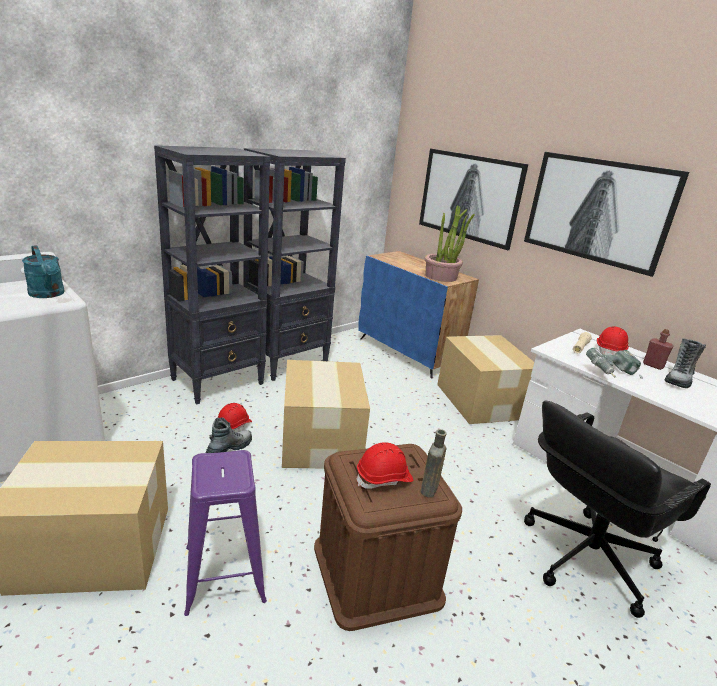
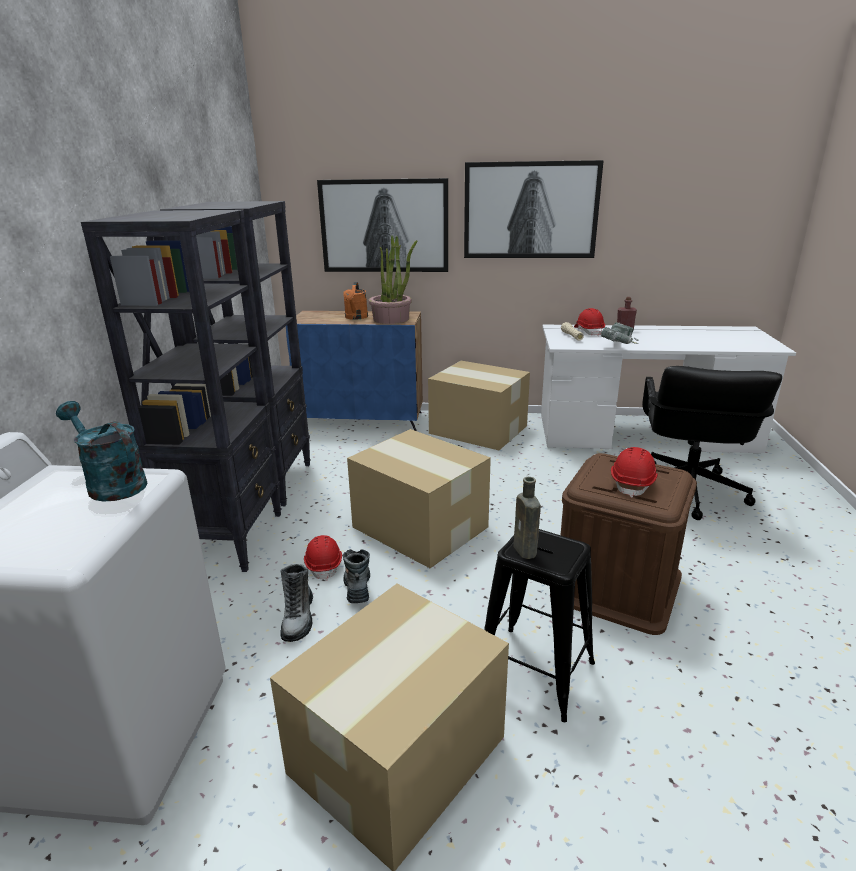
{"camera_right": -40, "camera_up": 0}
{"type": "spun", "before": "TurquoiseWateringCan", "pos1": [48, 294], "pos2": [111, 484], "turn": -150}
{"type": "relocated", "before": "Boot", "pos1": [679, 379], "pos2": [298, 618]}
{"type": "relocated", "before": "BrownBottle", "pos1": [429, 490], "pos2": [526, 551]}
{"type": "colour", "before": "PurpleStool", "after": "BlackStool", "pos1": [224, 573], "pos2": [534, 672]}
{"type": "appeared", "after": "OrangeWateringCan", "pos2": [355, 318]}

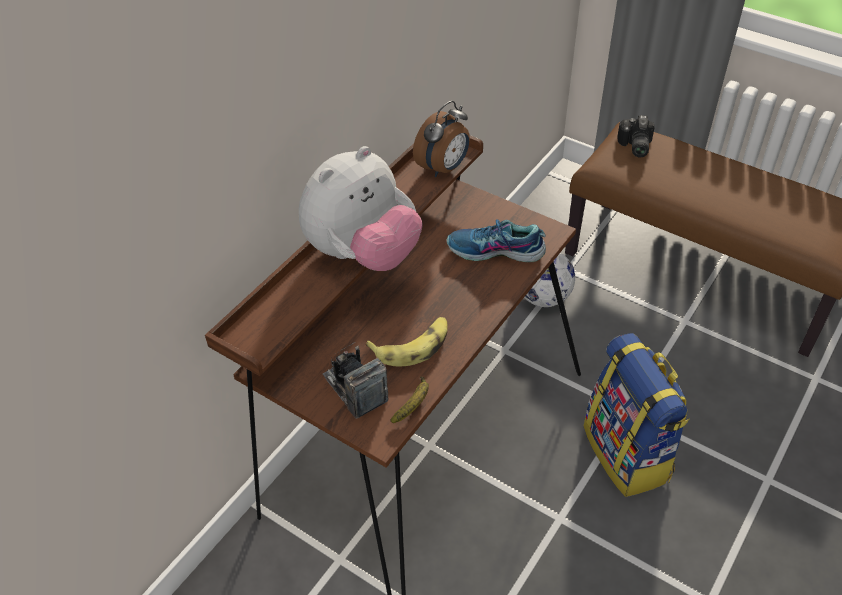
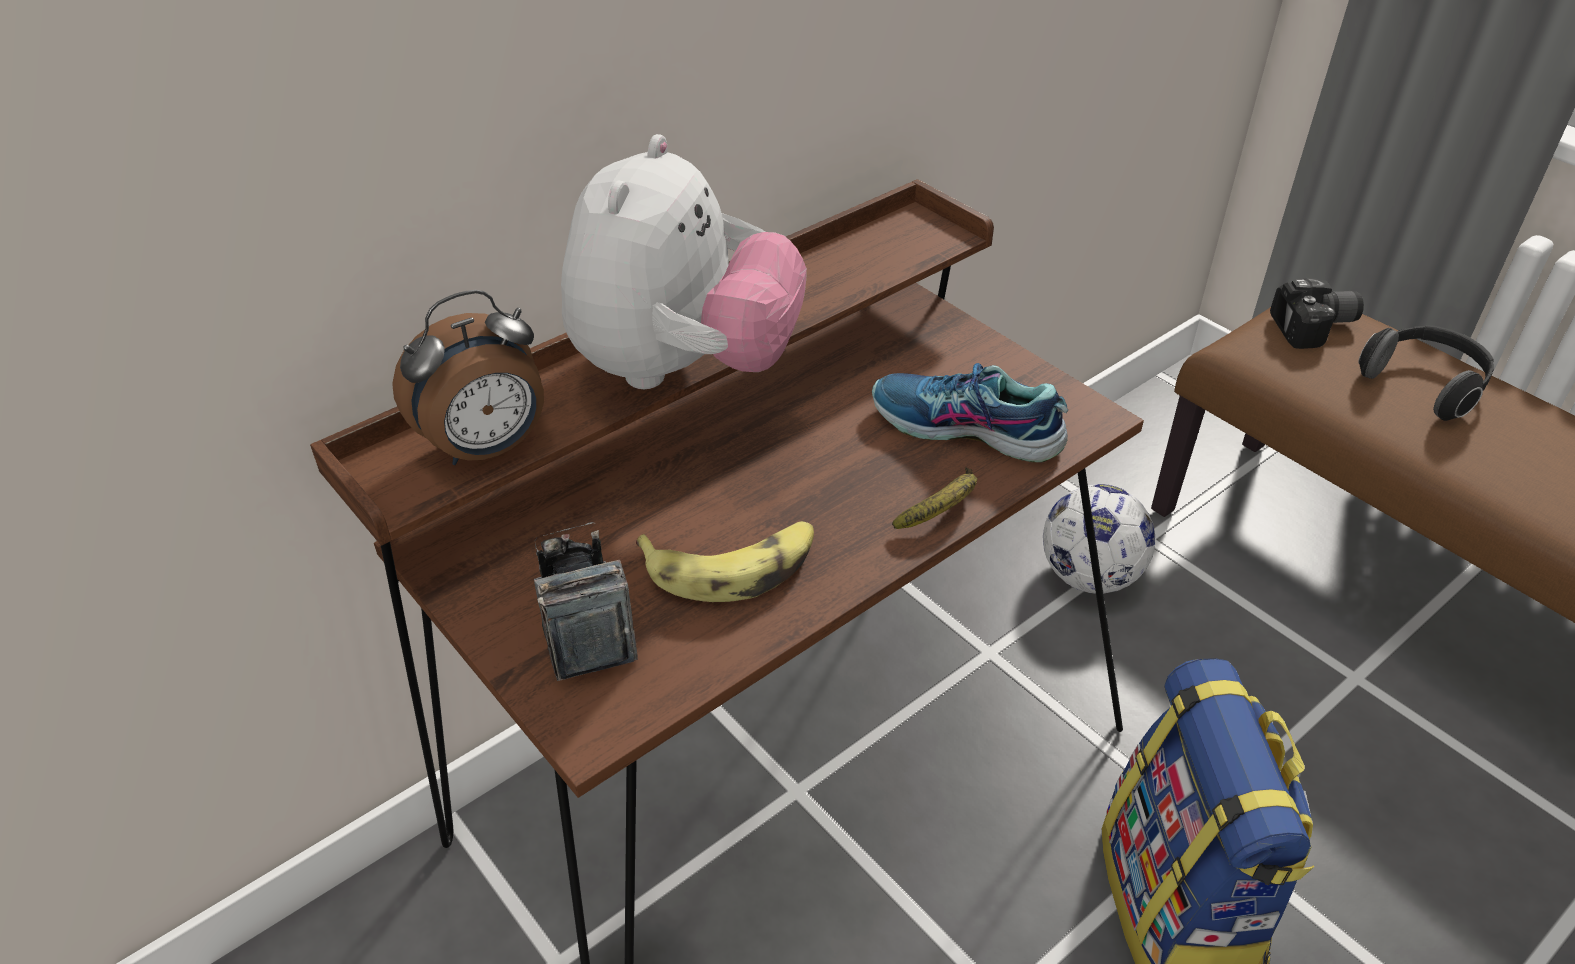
{"camera_right": 15, "camera_up": -5}
{"type": "relocated", "before": "AlarmClock", "pos1": [444, 168], "pos2": [487, 449]}
{"type": "spun", "before": "PhotoCamera", "pos1": [634, 146], "pos2": [1316, 329], "turn": -120}
{"type": "spun", "before": "PlushToy", "pos1": [363, 254], "pos2": [685, 369], "turn": -45}
{"type": "relocated", "before": "Banana", "pos1": [413, 404], "pos2": [942, 510]}
{"type": "appeared", "after": "Headphones", "pos2": [1424, 385]}

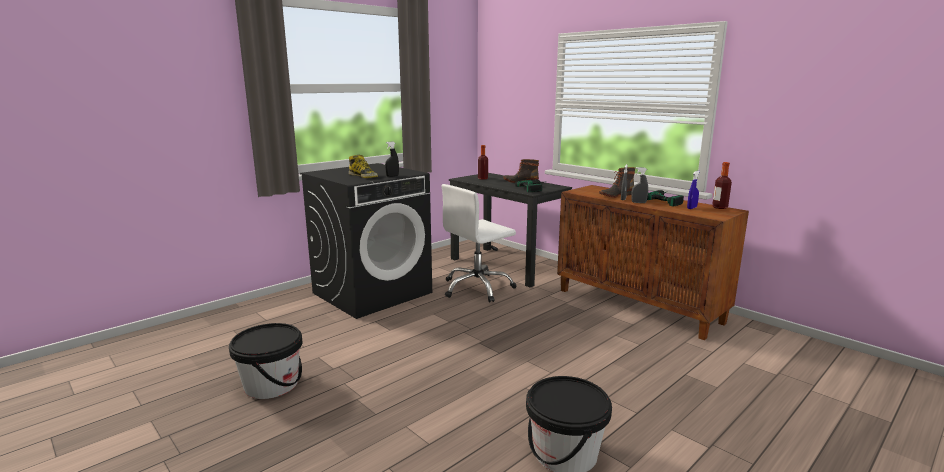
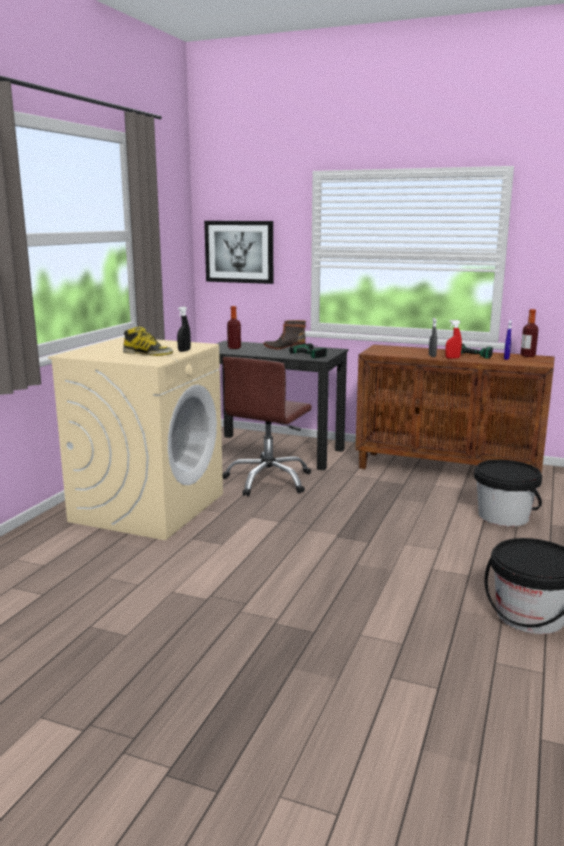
{"camera_right": -25, "camera_up": 0}
{"type": "colour", "before": "BlackWashingMachine", "after": "BeigeWashingMachine", "pos1": [372, 292], "pos2": [148, 507]}
{"type": "missing", "before": "Boot", "pos1": [615, 195]}
{"type": "colour", "before": "GreySprayBottle", "after": "RedSprayBottle", "pos1": [638, 202], "pos2": [452, 358]}
{"type": "colour", "before": "WhiteOfficeChair", "after": "BrownOfficeChair", "pos1": [477, 288], "pos2": [268, 480]}
{"type": "relocated", "before": "BlackBucket", "pos1": [271, 384], "pos2": [503, 516]}
{"type": "appeared", "after": "Picture", "pos2": [239, 251]}

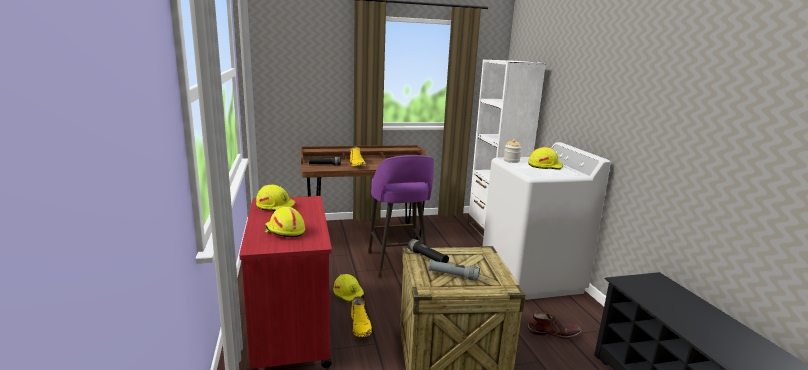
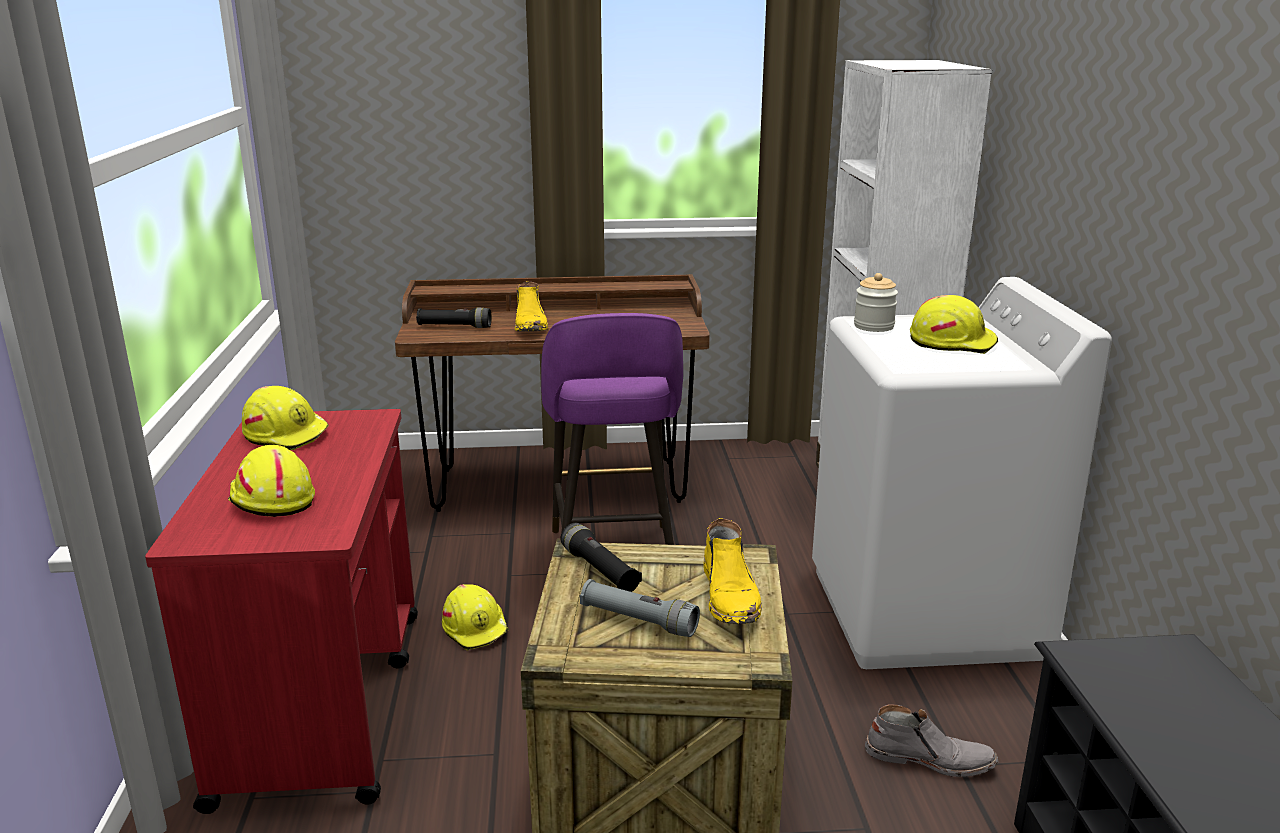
{"camera_right": 10, "camera_up": 5}
{"type": "relocated", "before": "YellowBoot", "pos1": [361, 326], "pos2": [731, 596]}
{"type": "colour", "before": "BrownBoot", "after": "GreyBoot", "pos1": [553, 333], "pos2": [929, 758]}

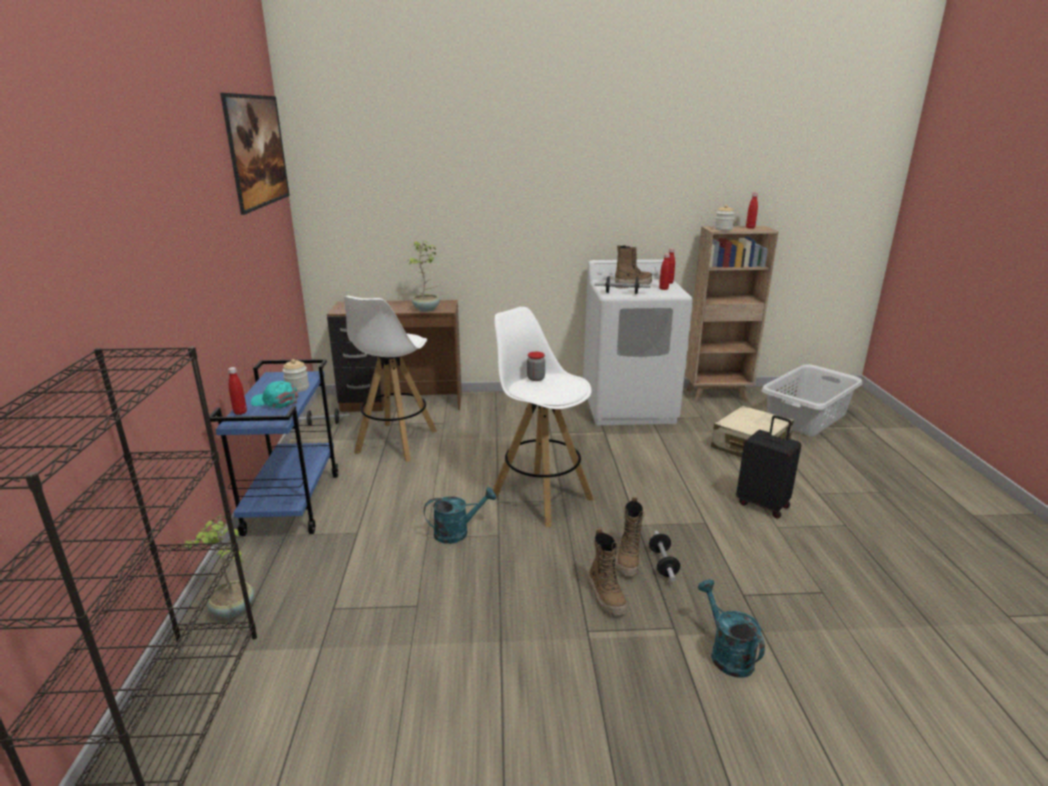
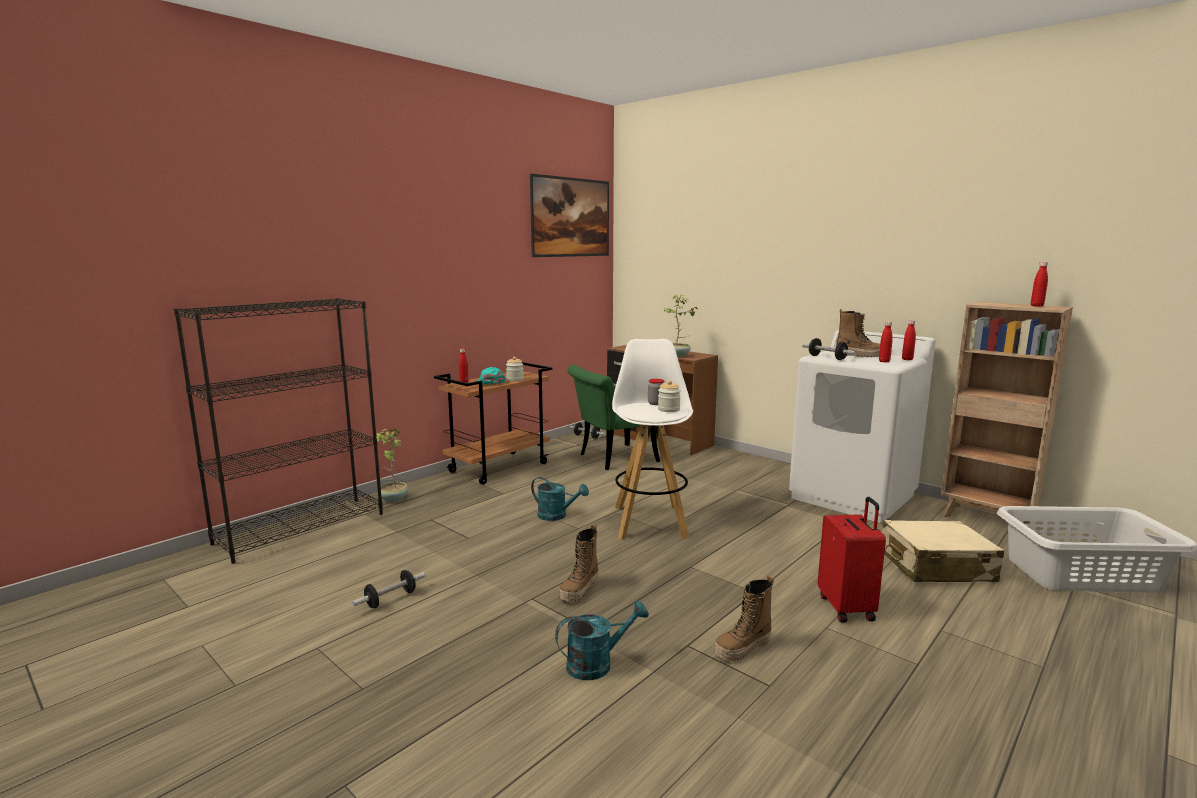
{"camera_right": 45, "camera_up": -10}
{"type": "relocated", "before": "Jar", "pos1": [723, 229], "pos2": [668, 409]}
{"type": "exchanged", "before": "WhiteStool", "after": "GreenChair", "pos1": [396, 442], "pos2": [612, 458]}
{"type": "colour", "before": "BlueCart", "after": "BrownCart", "pos1": [292, 503], "pos2": [499, 467]}
{"type": "colour", "before": "BlackSuitcase", "after": "RedSuitcase", "pos1": [763, 504], "pos2": [847, 608]}
{"type": "relocated", "before": "Boot", "pos1": [628, 561], "pos2": [743, 648]}
{"type": "relocated", "before": "Dumbbell", "pos1": [663, 563], "pos2": [390, 599]}
{"type": "spun", "before": "TurquoiseWateringCan", "pos1": [726, 653], "pos2": [597, 664], "turn": 45}

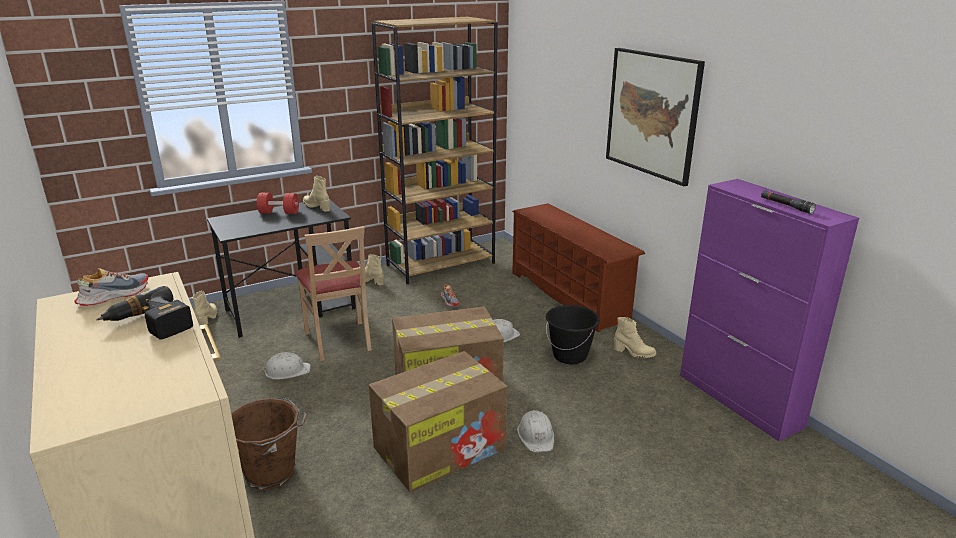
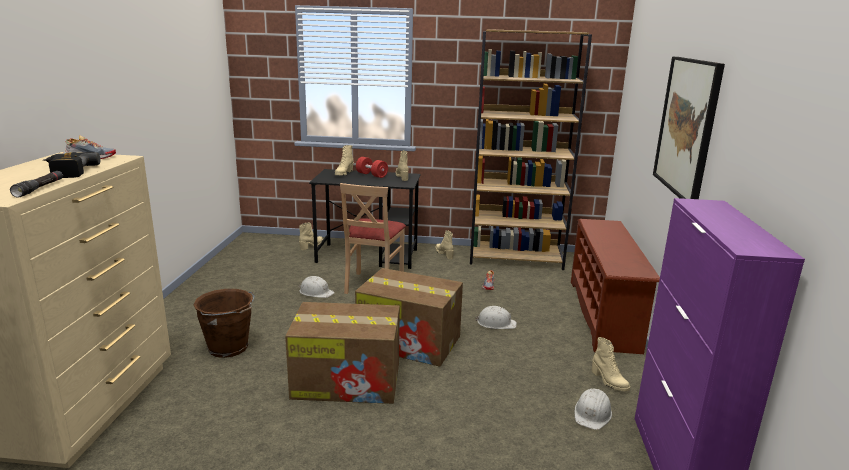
{"camera_right": 35, "camera_up": -5}
{"type": "relocated", "before": "BlackFlashlight", "pos1": [786, 206], "pos2": [40, 188]}
{"type": "missing", "before": "BlackBucket", "pos1": [570, 356]}
{"type": "relocated", "before": "WhiteHardHat", "pos1": [536, 435], "pos2": [592, 413]}
{"type": "appeared", "after": "BeigeBoot", "pos2": [343, 173]}

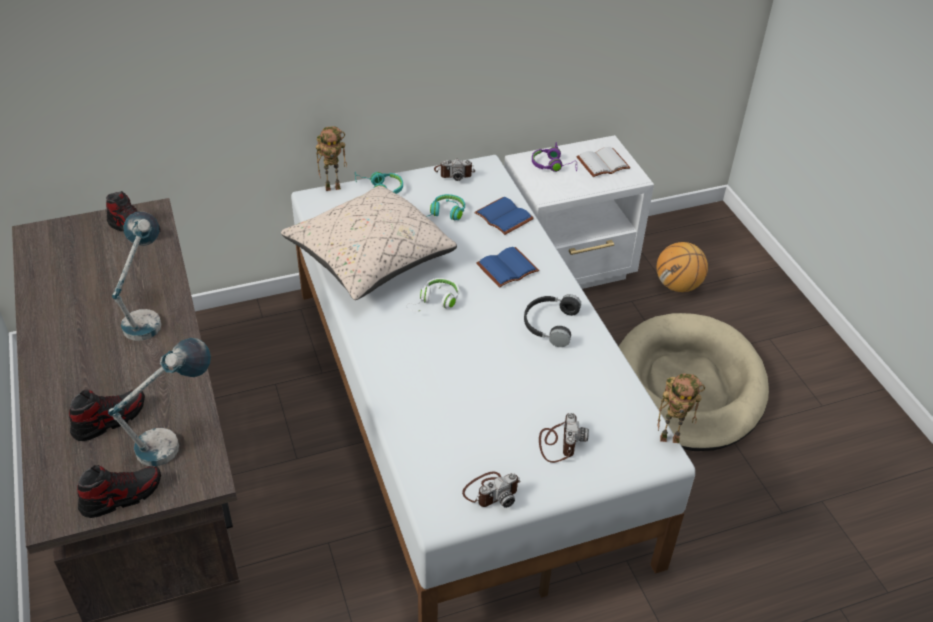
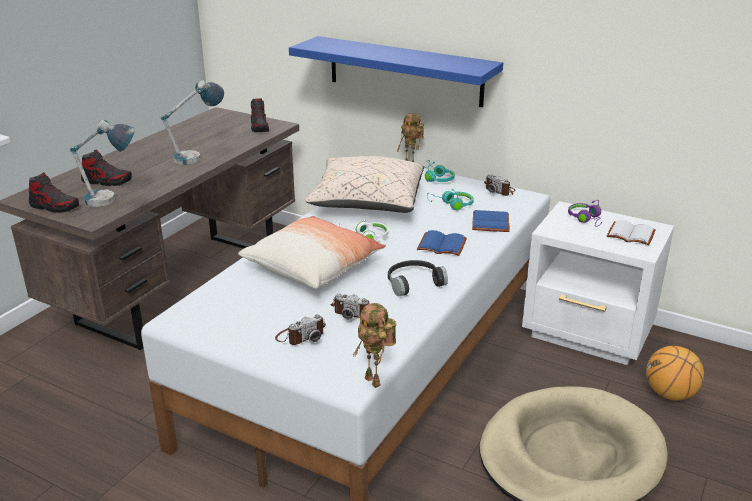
{"camera_right": 50, "camera_up": -15}
{"type": "relocated", "before": "PhotoCamera", "pos1": [491, 491], "pos2": [353, 311]}
{"type": "appeared", "after": "BlueShelf", "pos2": [405, 71]}
{"type": "appeared", "after": "Pillow", "pos2": [313, 267]}

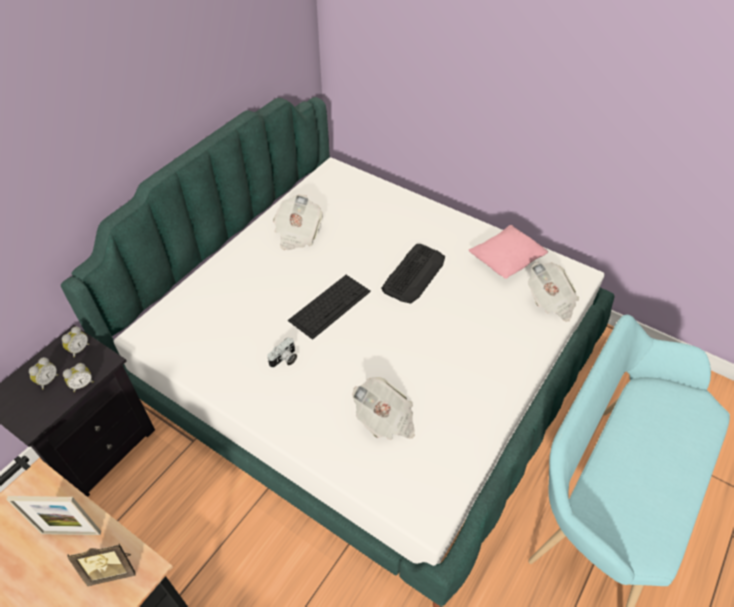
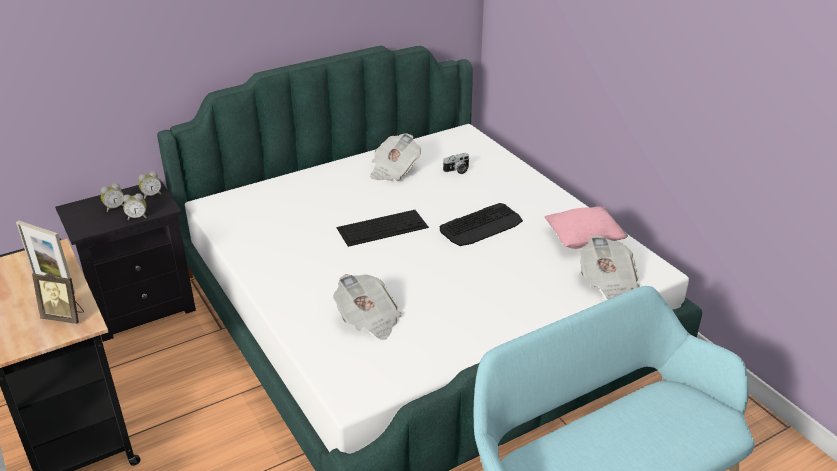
{"camera_right": 25, "camera_up": -15}
{"type": "relocated", "before": "PhotoCamera", "pos1": [285, 360], "pos2": [457, 170]}

